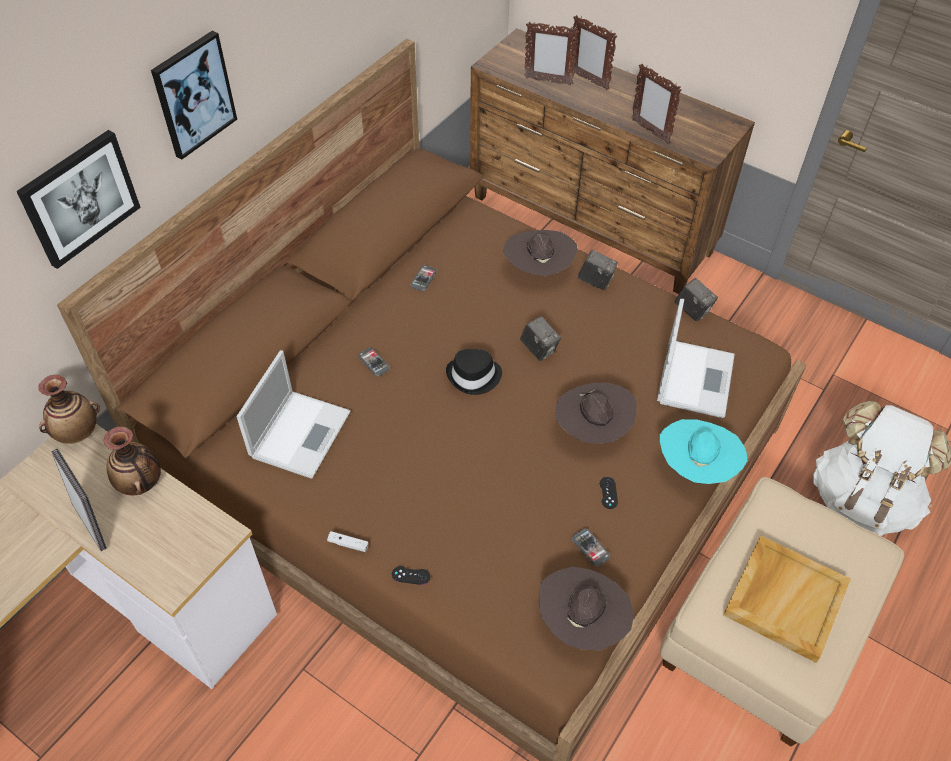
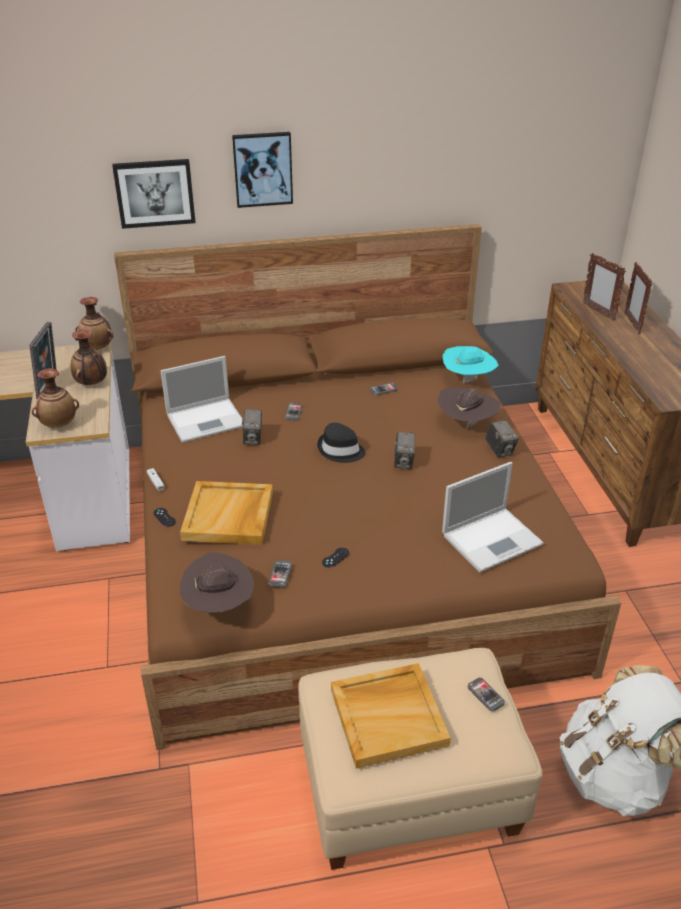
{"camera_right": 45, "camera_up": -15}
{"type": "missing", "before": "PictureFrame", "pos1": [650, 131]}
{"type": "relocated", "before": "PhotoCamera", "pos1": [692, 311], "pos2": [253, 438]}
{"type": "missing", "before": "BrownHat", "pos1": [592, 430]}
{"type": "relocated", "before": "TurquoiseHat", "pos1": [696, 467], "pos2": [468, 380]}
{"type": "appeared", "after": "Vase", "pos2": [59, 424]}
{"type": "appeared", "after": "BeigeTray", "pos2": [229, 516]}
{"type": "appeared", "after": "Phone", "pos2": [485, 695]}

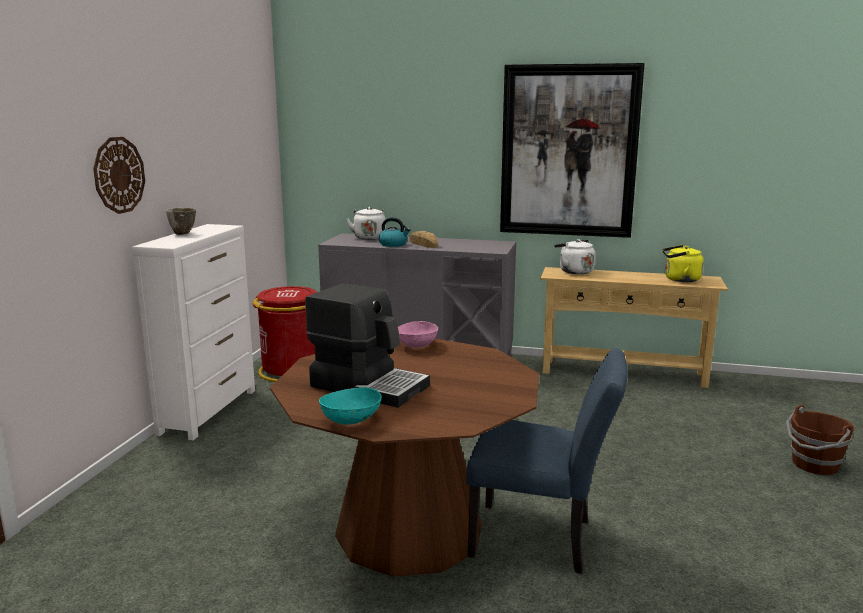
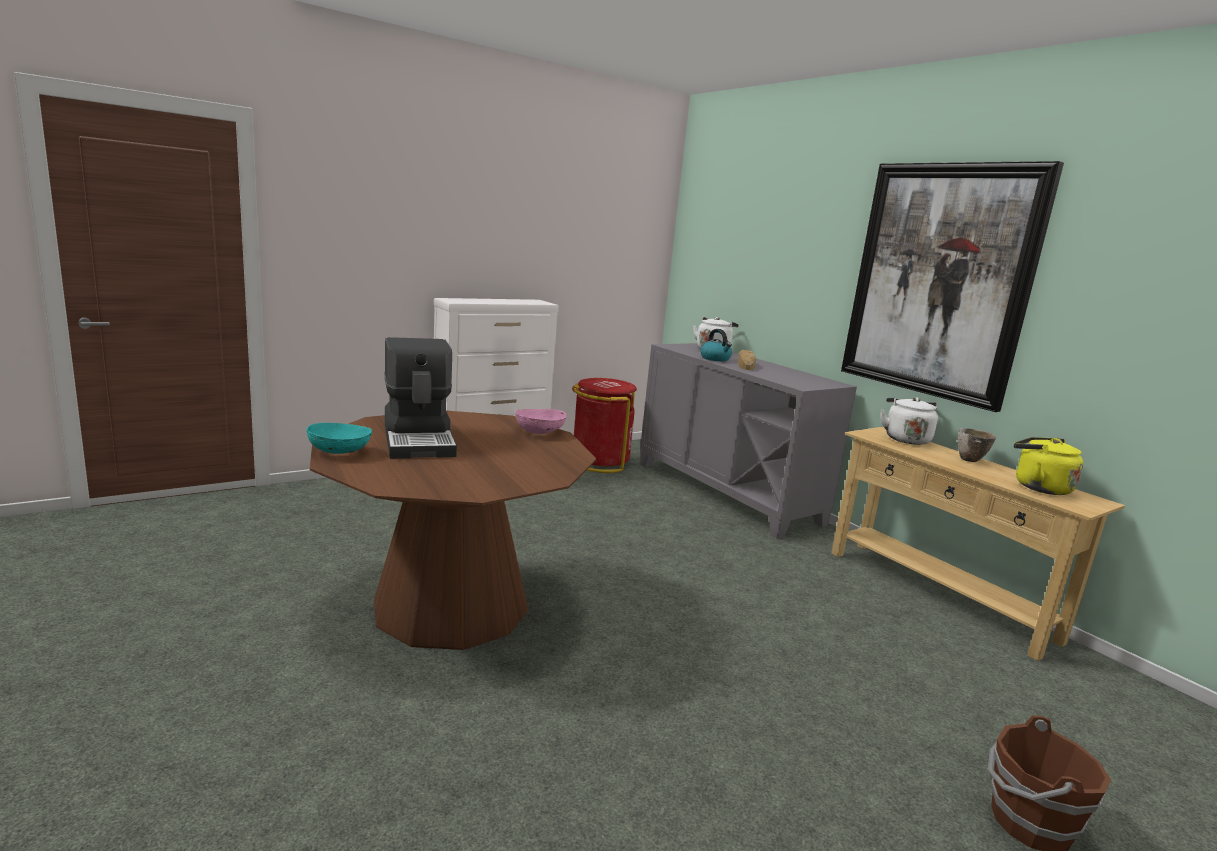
{"camera_right": 40, "camera_up": 0}
{"type": "missing", "before": "WallClock", "pos1": [119, 175]}
{"type": "relocated", "before": "Bowl", "pos1": [182, 234], "pos2": [969, 460]}
{"type": "missing", "before": "BlueChair", "pos1": [541, 539]}

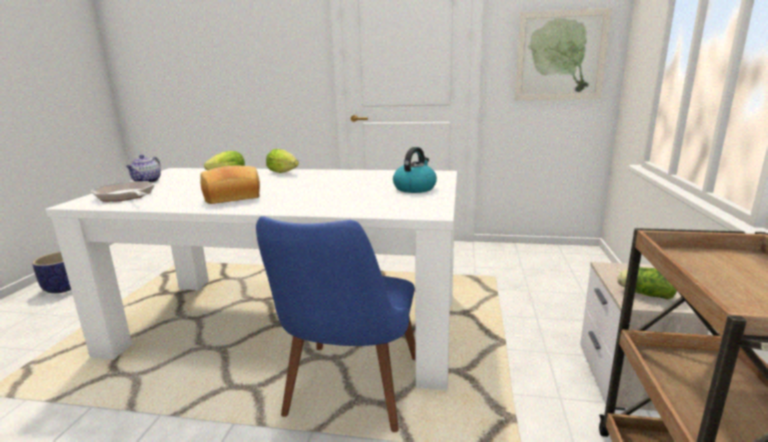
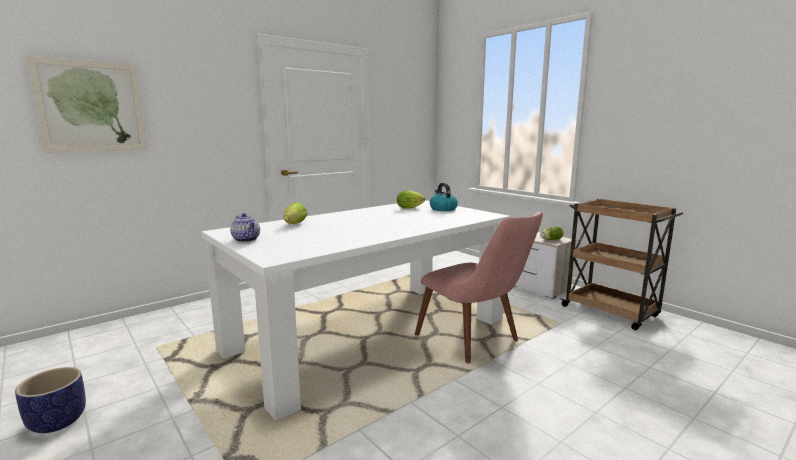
{"camera_right": -50, "camera_up": -5}
{"type": "relocated", "before": "Picture", "pos1": [560, 56], "pos2": [91, 106]}
{"type": "relocated", "before": "Lettuce", "pos1": [284, 173], "pos2": [411, 208]}
{"type": "missing", "before": "Bread", "pos1": [232, 197]}
{"type": "missing", "before": "FryingPan", "pos1": [126, 196]}
{"type": "colour", "before": "BlueChair", "after": "PinkChair", "pos1": [349, 398], "pos2": [476, 342]}

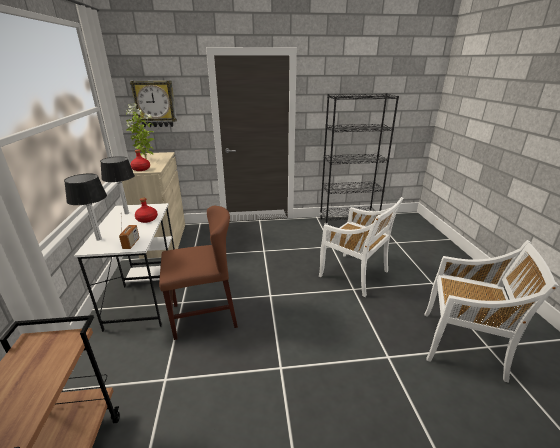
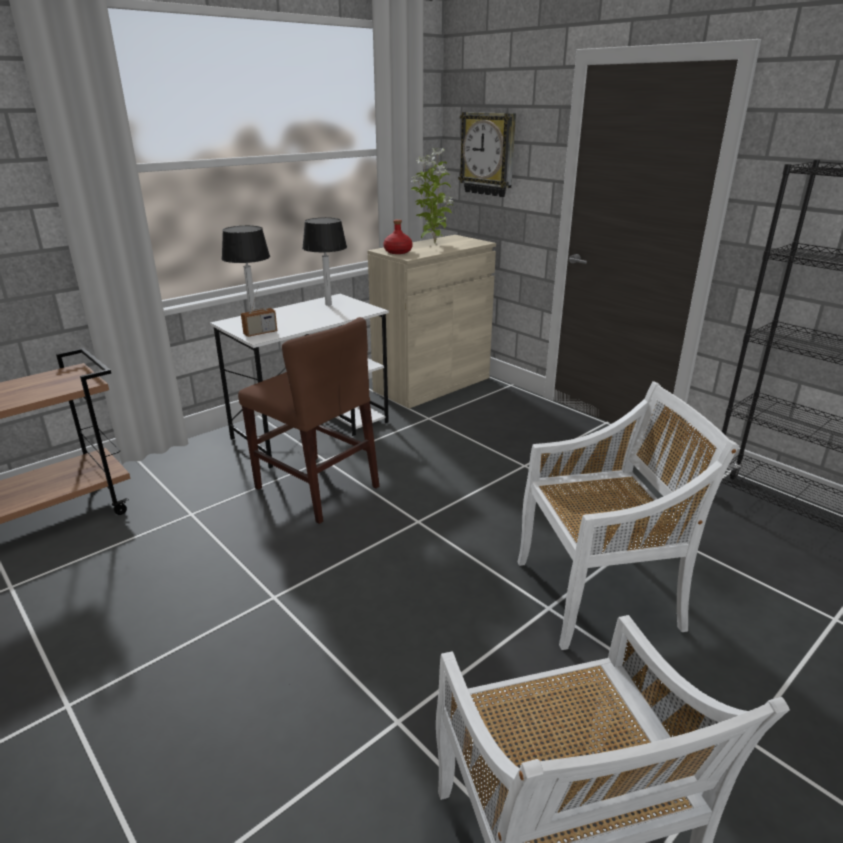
{"camera_right": 55, "camera_up": 0}
{"type": "spun", "before": "WhiteChair", "pos1": [355, 274], "pos2": [599, 593], "turn": -105}
{"type": "missing", "before": "RedBottle", "pos1": [147, 219]}

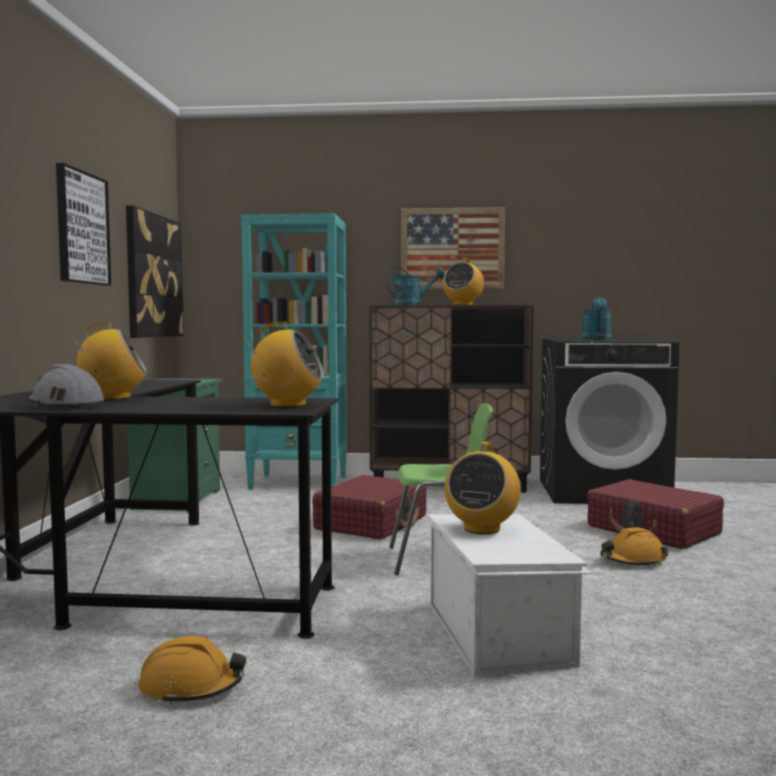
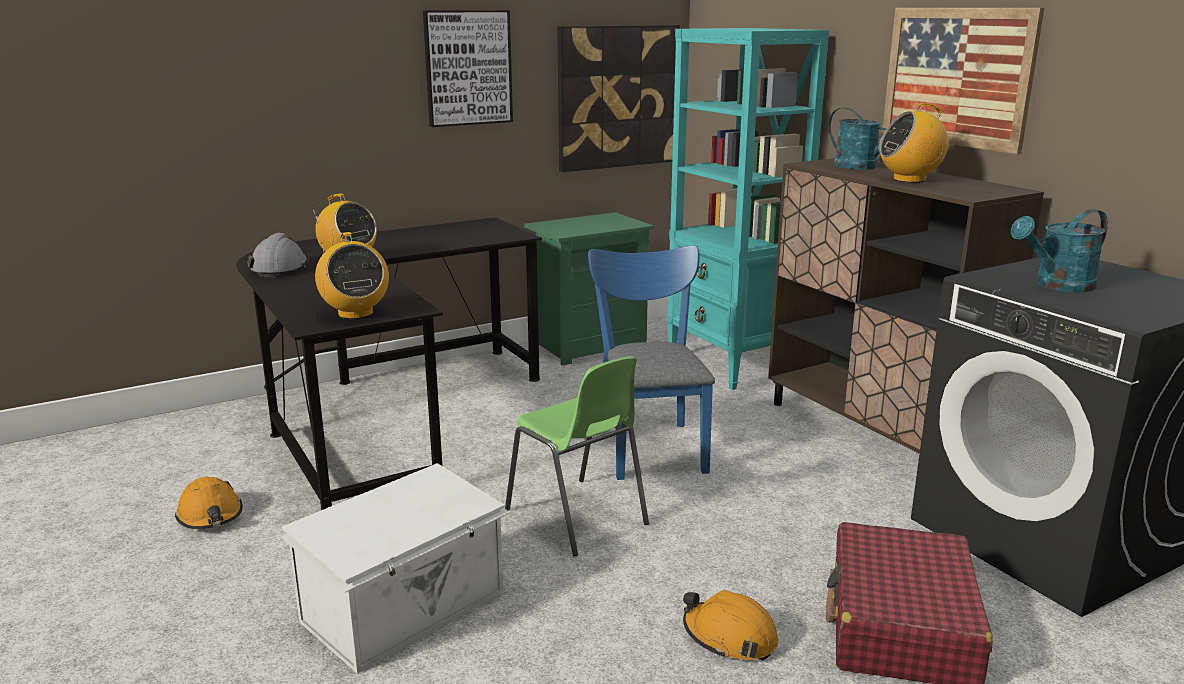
{"camera_right": 55, "camera_up": 15}
{"type": "missing", "before": "Radio", "pos1": [481, 528]}
{"type": "exchanged", "before": "RedSuitcase", "after": "BlueChair", "pos1": [372, 523], "pos2": [649, 445]}

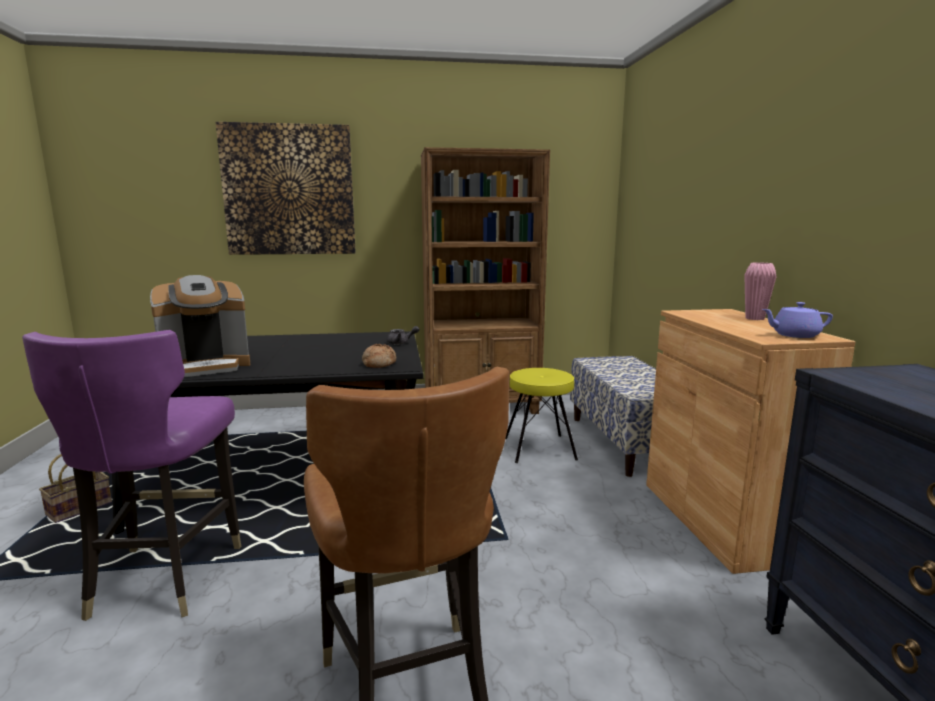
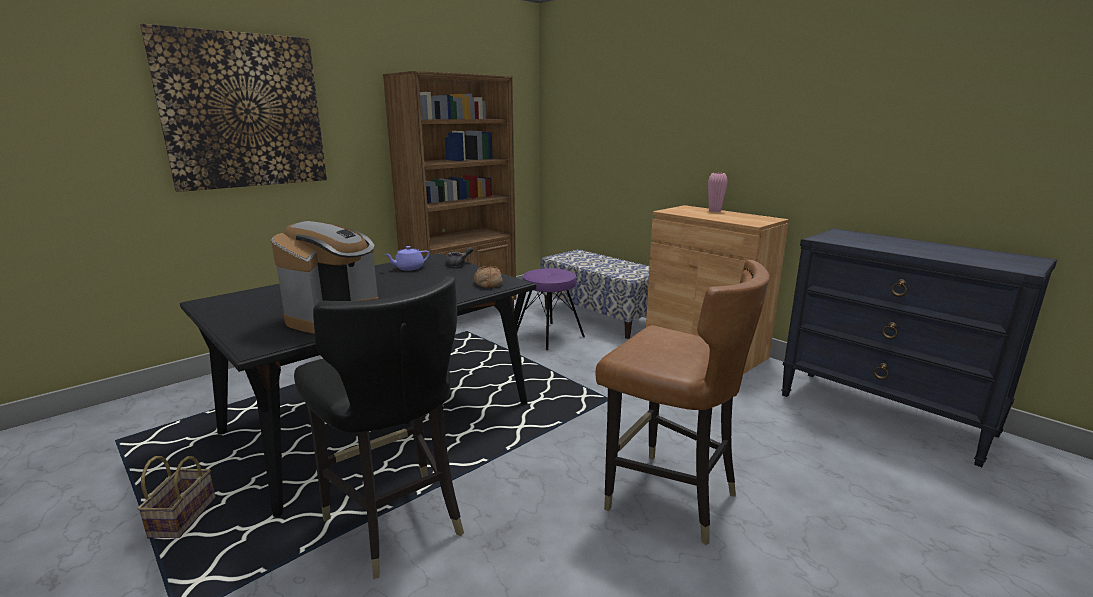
{"camera_right": -35, "camera_up": 5}
{"type": "relocated", "before": "PurpleTeapot", "pos1": [794, 335], "pos2": [408, 268]}
{"type": "colour", "before": "PurpleChair", "after": "BlackChair", "pos1": [164, 578], "pos2": [395, 522]}
{"type": "colour", "before": "YellowStool", "after": "PurpleStool", "pos1": [539, 448], "pos2": [549, 335]}

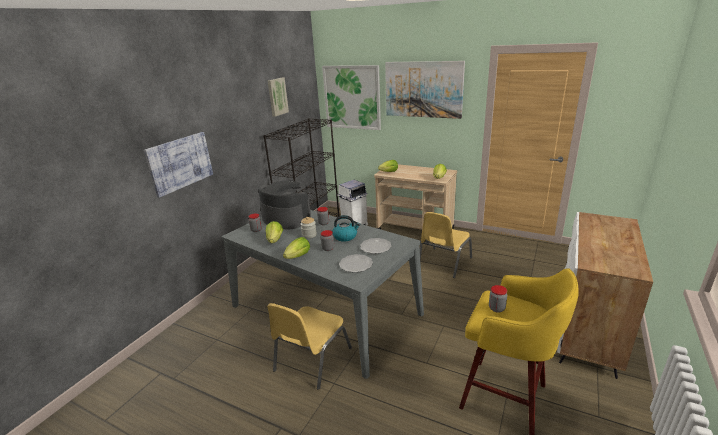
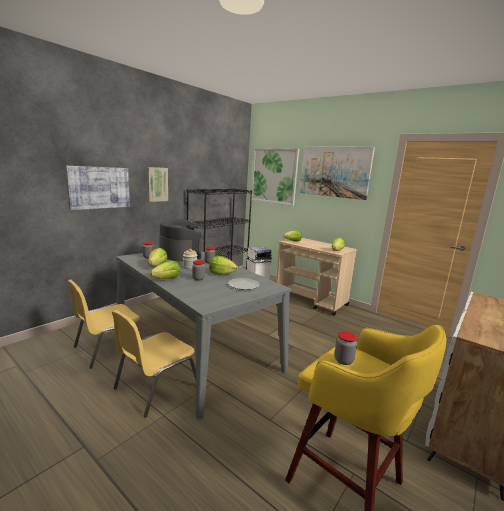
{"camera_right": 10, "camera_up": -10}
{"type": "relocated", "before": "Picture", "pos1": [277, 96], "pos2": [156, 184]}
{"type": "relocated", "before": "YellowChair", "pos1": [443, 263], "pos2": [108, 348]}
{"type": "exchanged", "before": "Kettle", "after": "Lettuce", "pos1": [345, 236], "pos2": [221, 273]}
{"type": "missing", "before": "Plate", "pos1": [355, 265]}

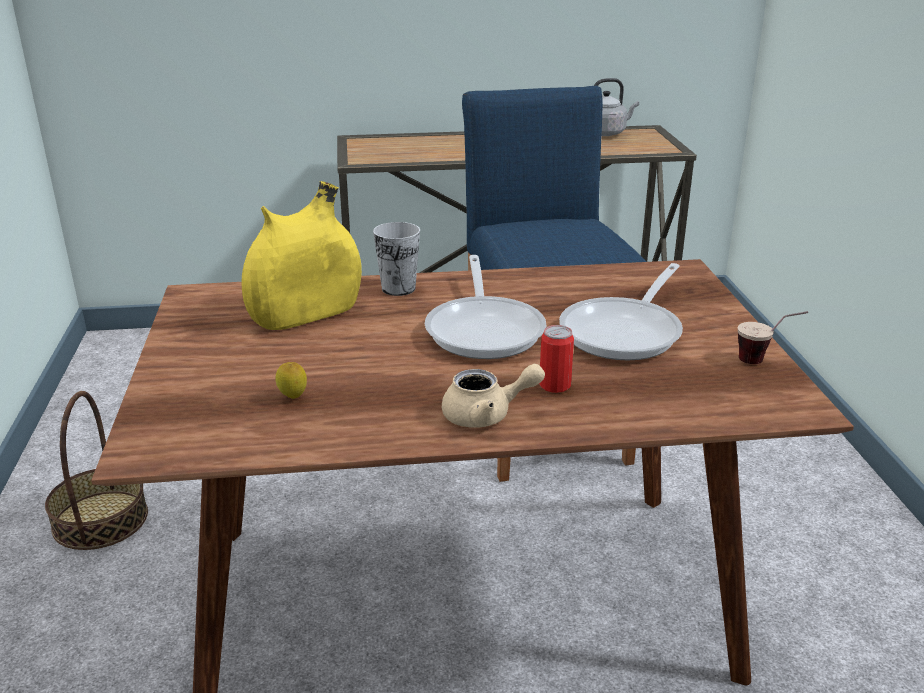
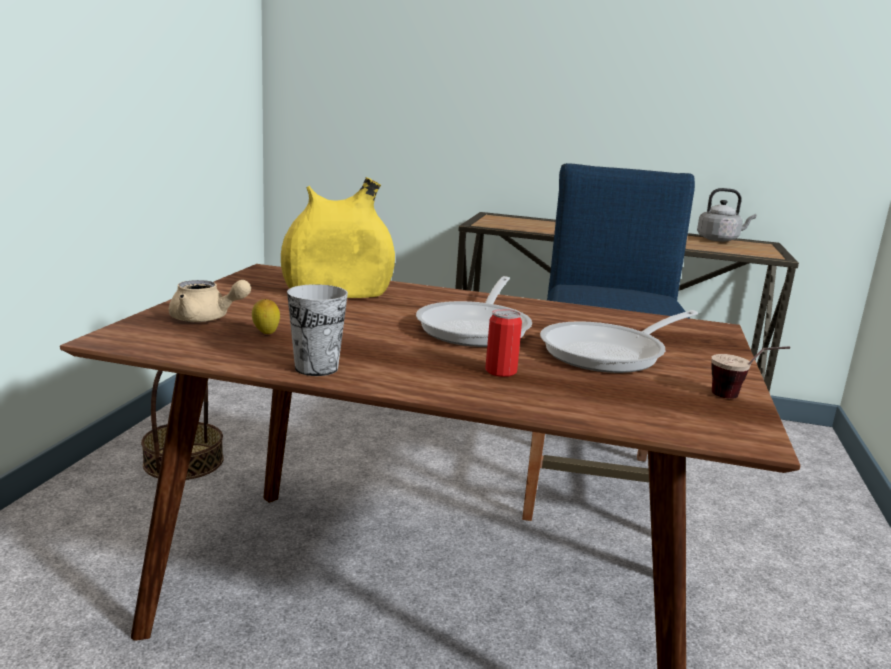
{"camera_right": 20, "camera_up": -10}
{"type": "relocated", "before": "Cup", "pos1": [398, 288], "pos2": [316, 368]}
{"type": "relocated", "before": "BeigeTeapot", "pos1": [487, 415], "pos2": [206, 319]}

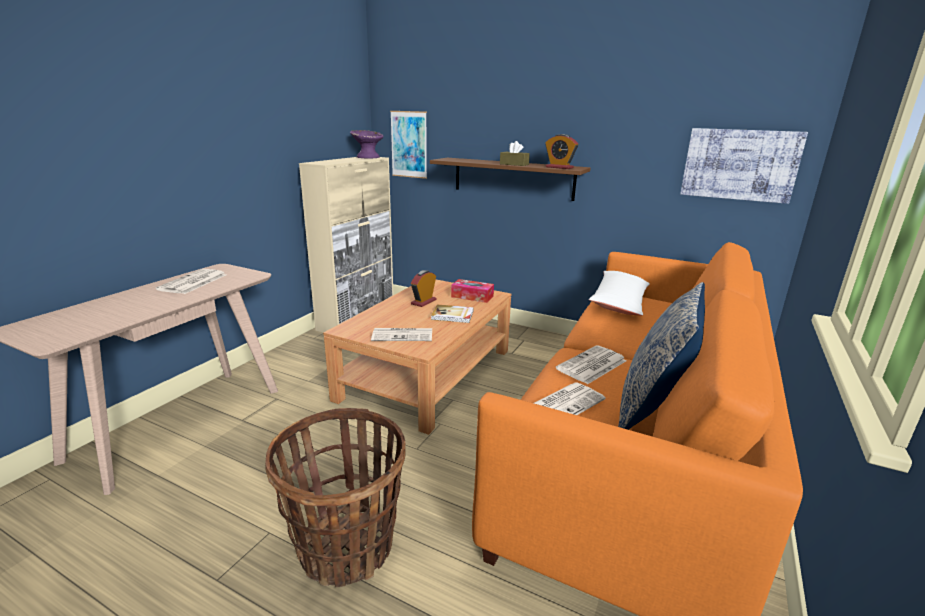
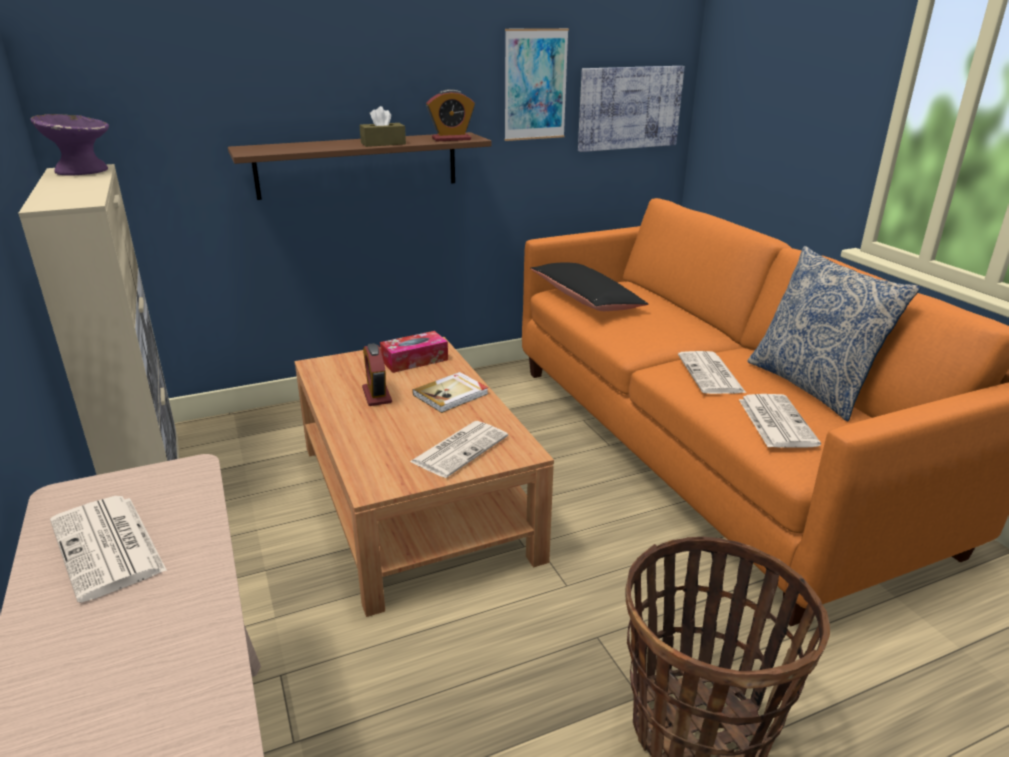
{"camera_right": -50, "camera_up": 5}
{"type": "relocated", "before": "Picture", "pos1": [409, 144], "pos2": [535, 85]}
{"type": "colour", "before": "WhitePillow", "after": "BlackPillow", "pos1": [619, 302], "pos2": [585, 299]}

